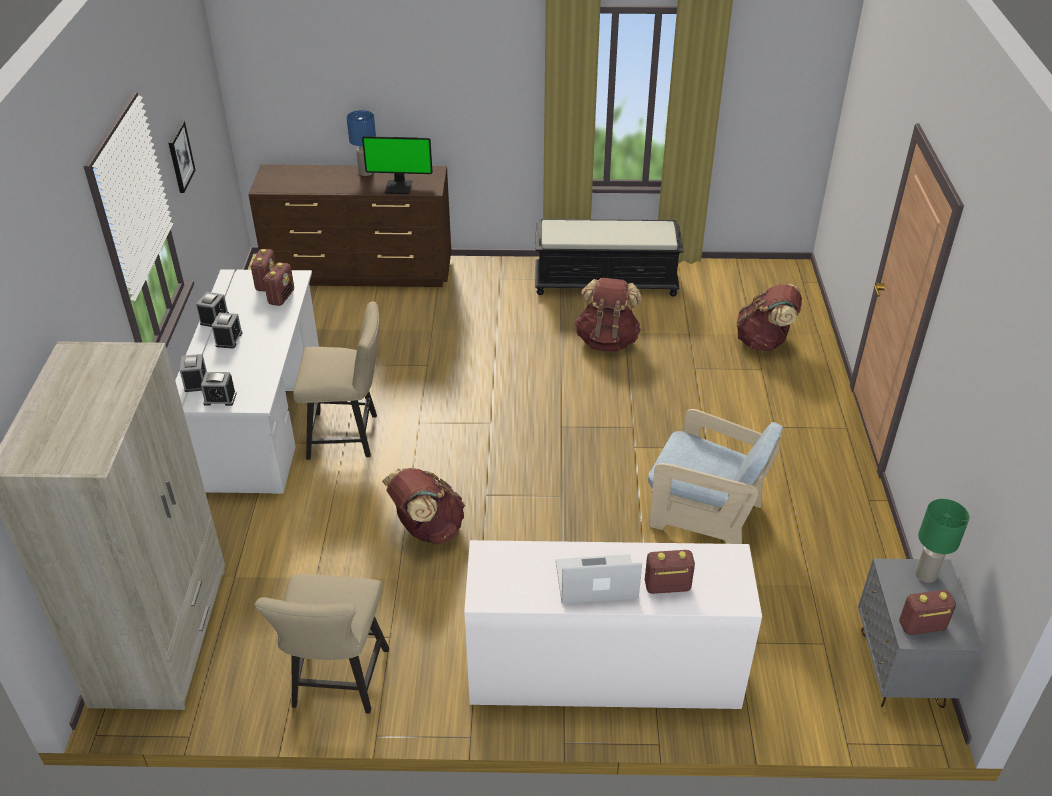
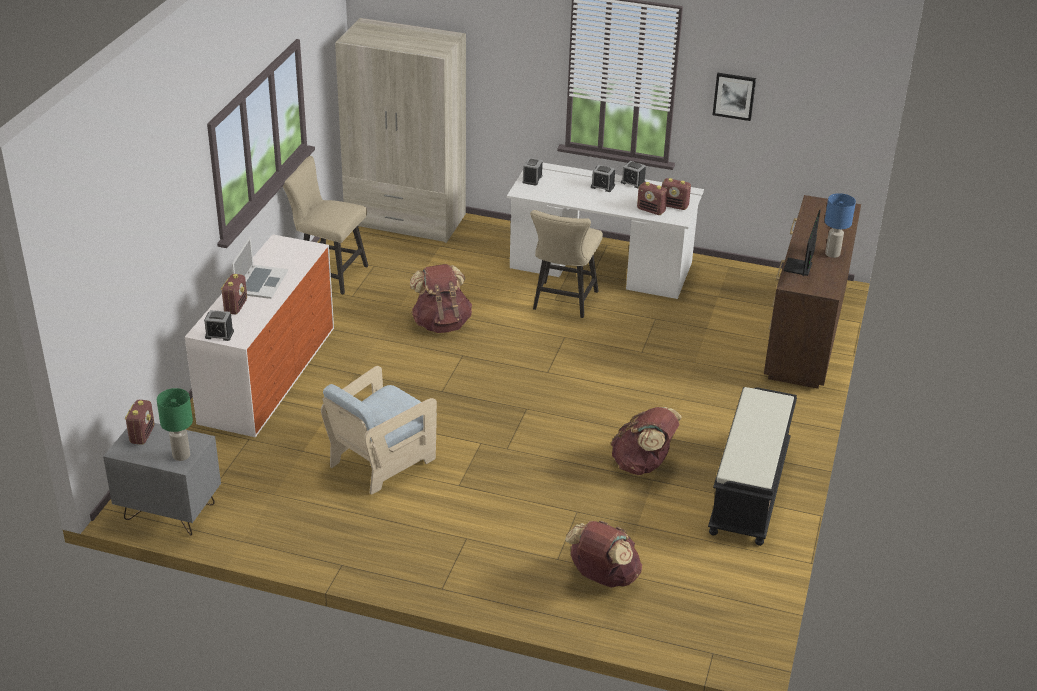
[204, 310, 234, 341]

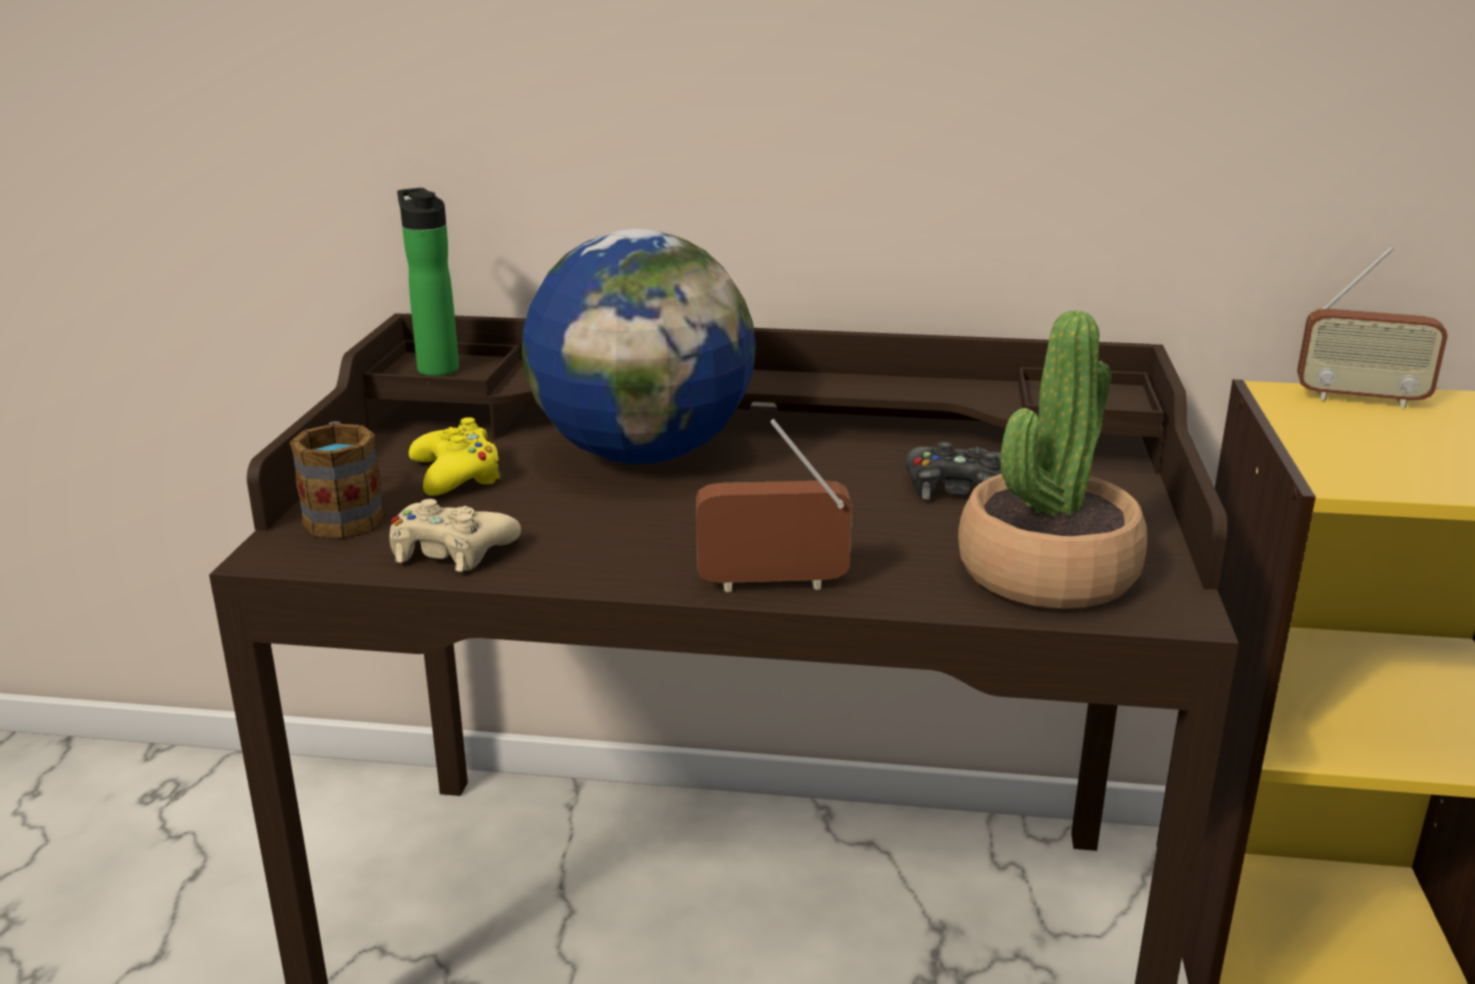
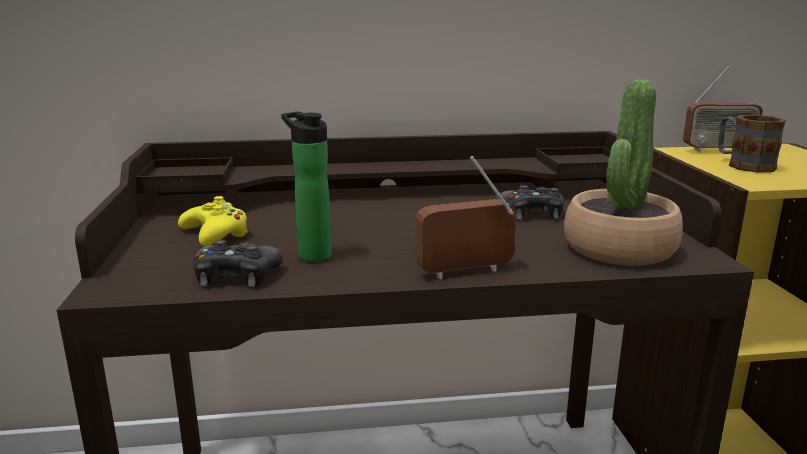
[718, 115, 786, 173]
[193, 240, 283, 287]
[281, 112, 332, 262]
[522, 229, 756, 464] (first image)

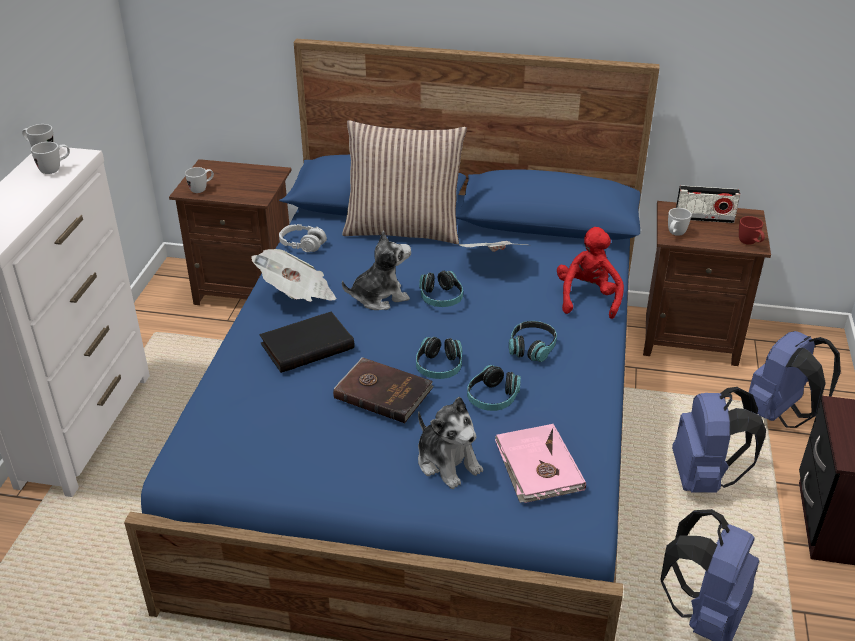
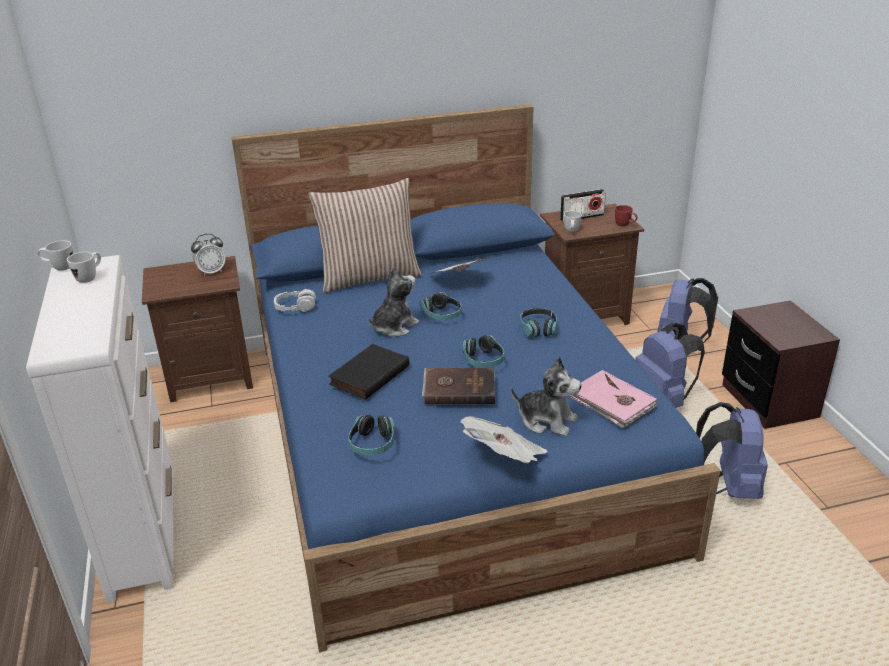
[185, 167, 214, 193] (first image)
[461, 416, 548, 464]
[348, 415, 395, 456]
[557, 227, 624, 319] (first image)
[191, 234, 225, 276]

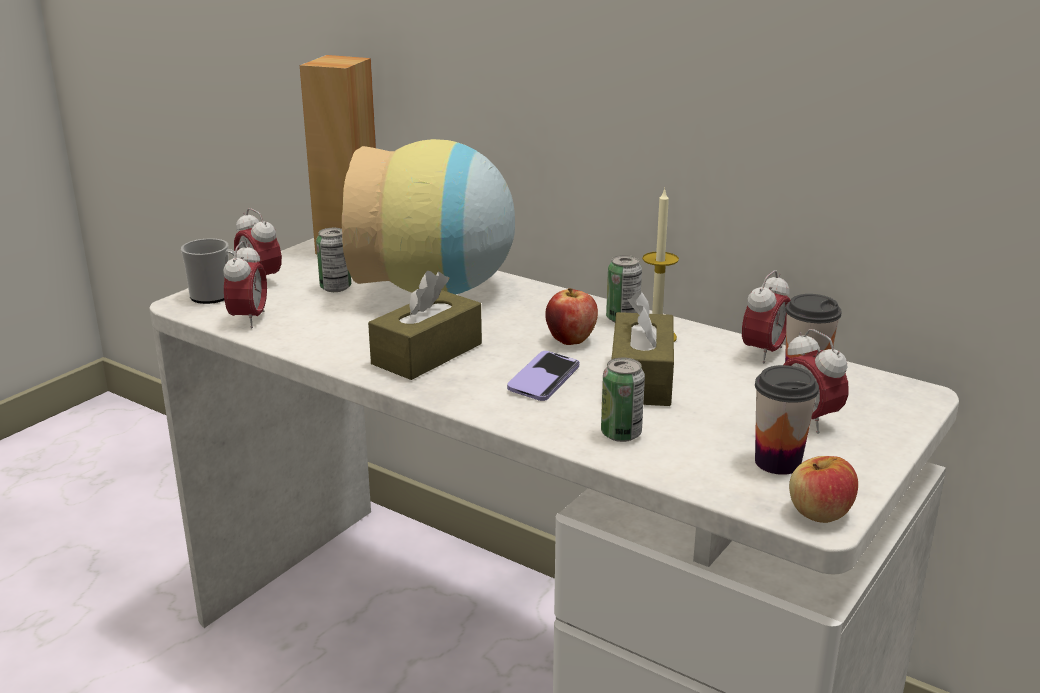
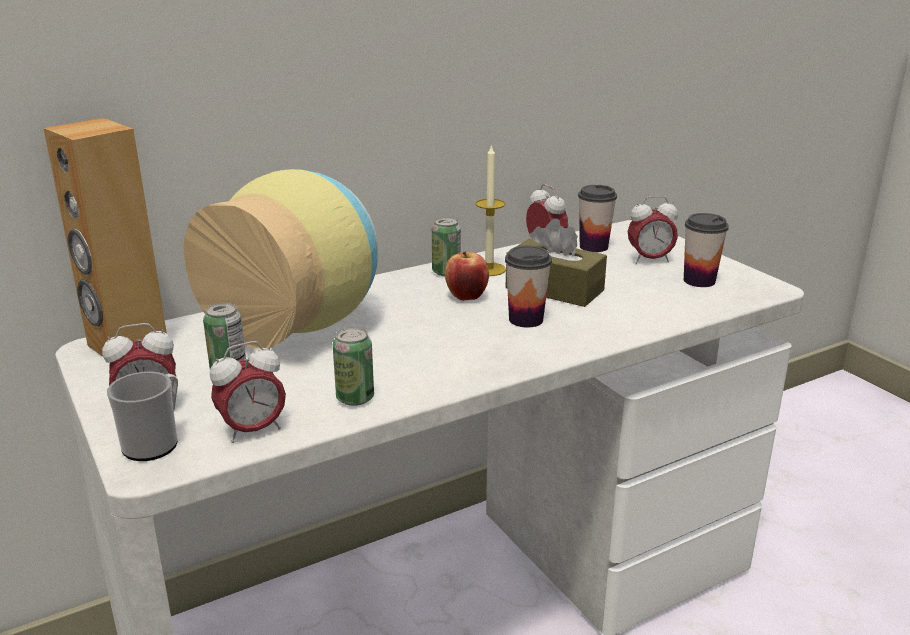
[210, 341, 286, 443]
[368, 271, 482, 380] (first image)
[505, 246, 552, 328]
[333, 327, 374, 406]
[789, 456, 858, 523] (first image)

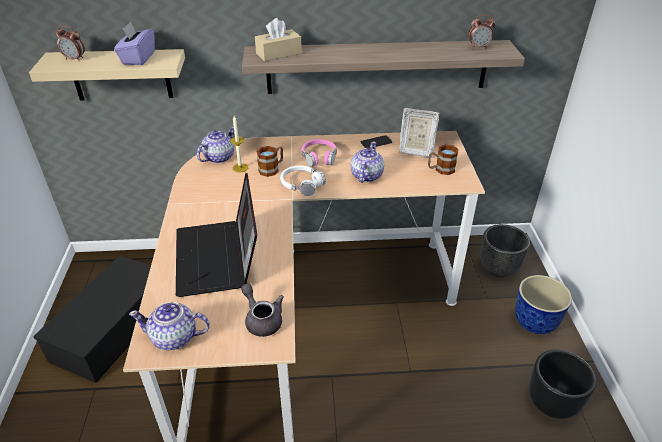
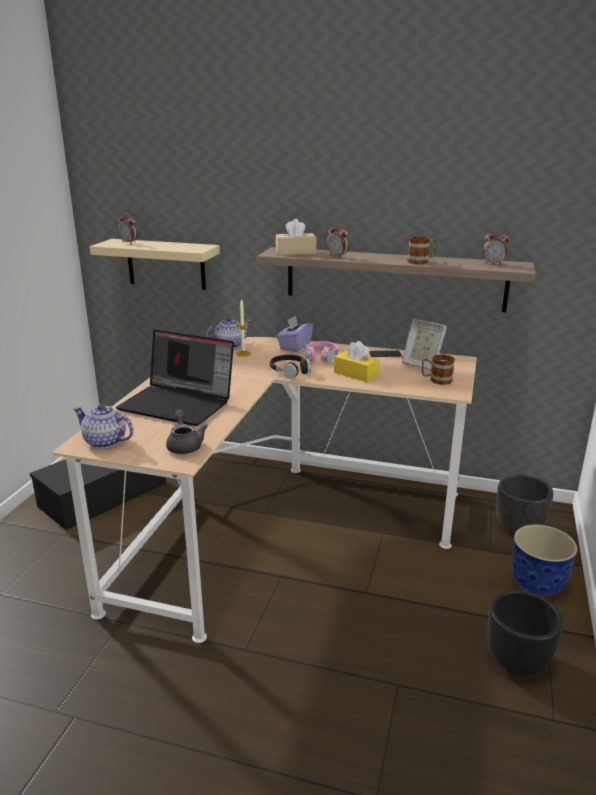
[277, 315, 313, 352]
[116, 330, 234, 426]
[407, 236, 437, 264]
[270, 355, 311, 379]
[334, 341, 380, 382]
[326, 224, 349, 258]

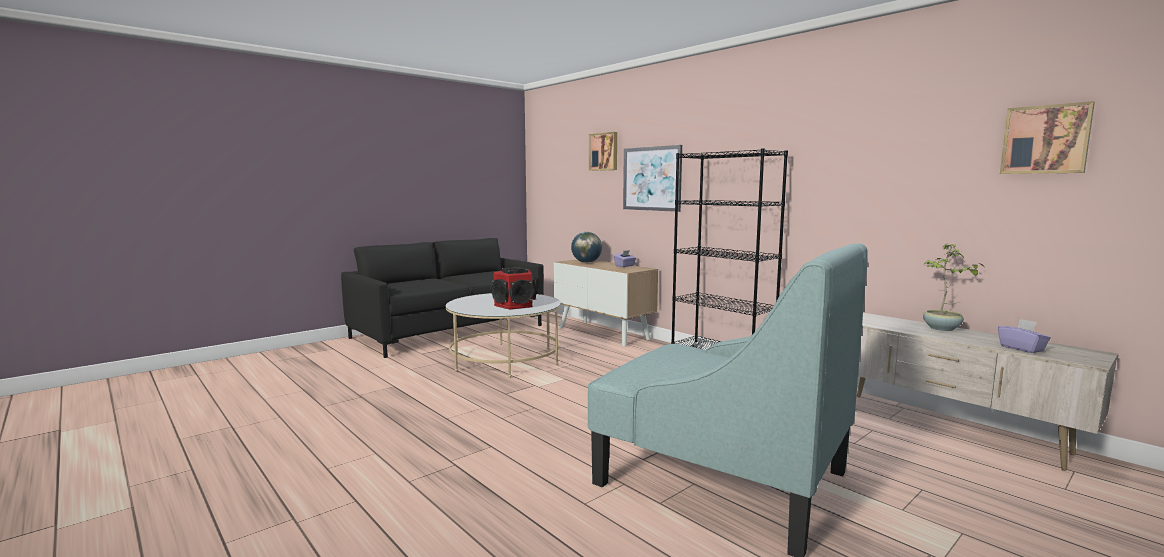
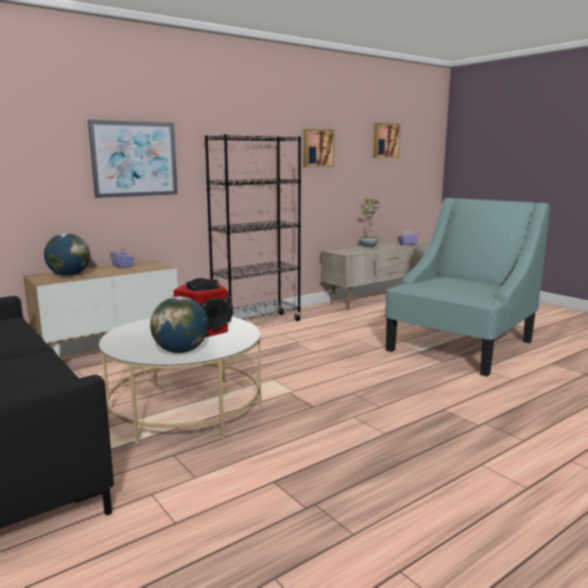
[303, 129, 335, 168]
[150, 296, 208, 353]

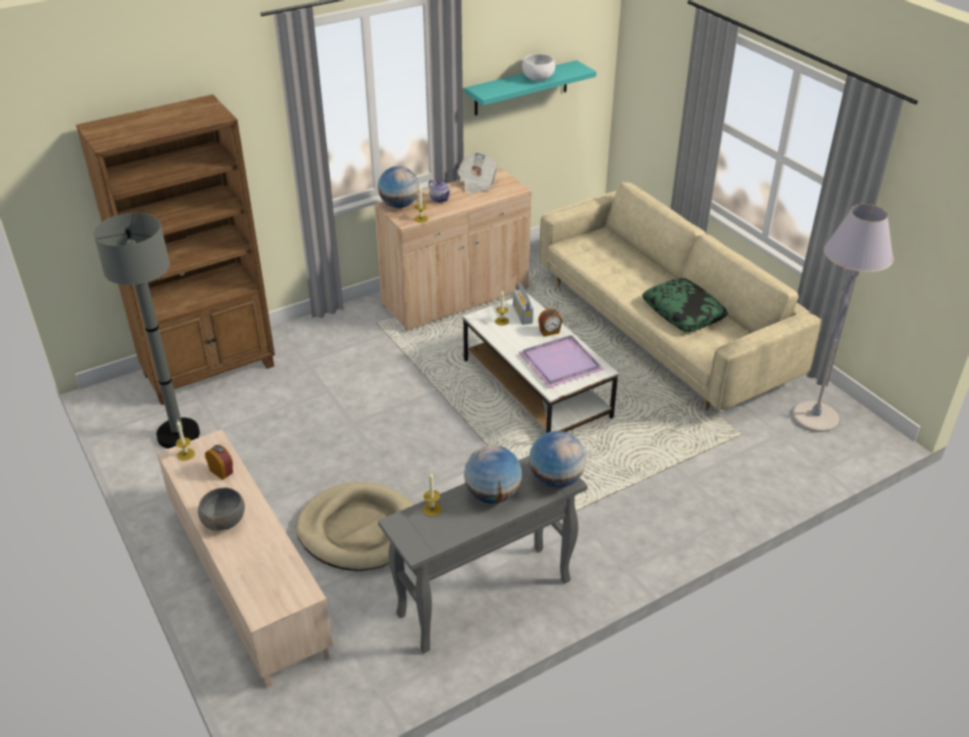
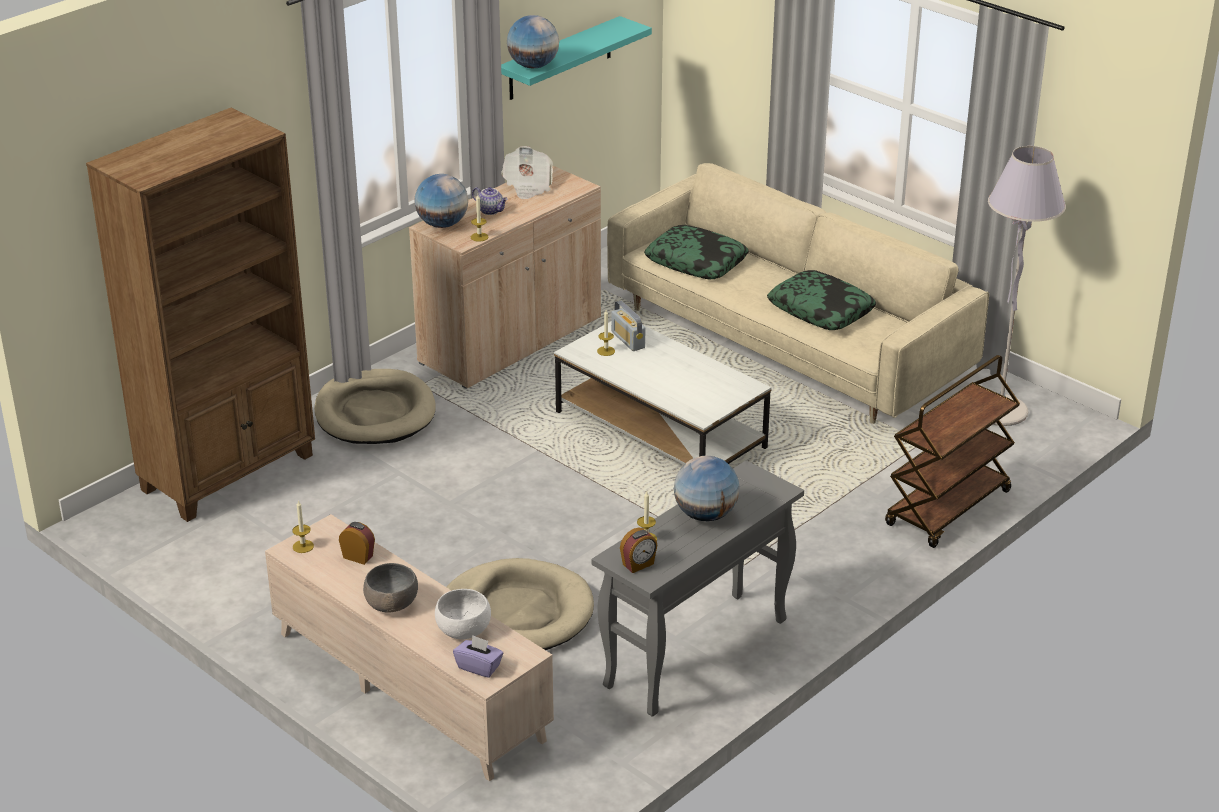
[94, 213, 200, 449] (first image)
[518, 335, 605, 388] (first image)
[435, 589, 491, 639]
[507, 15, 559, 68]
[620, 527, 657, 573]
[314, 369, 435, 444]
[453, 635, 504, 678]
[644, 225, 749, 279]
[885, 355, 1020, 548]

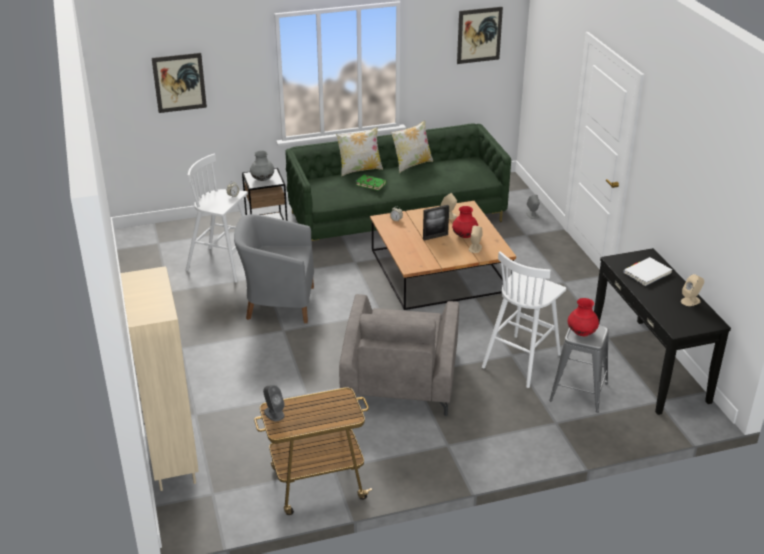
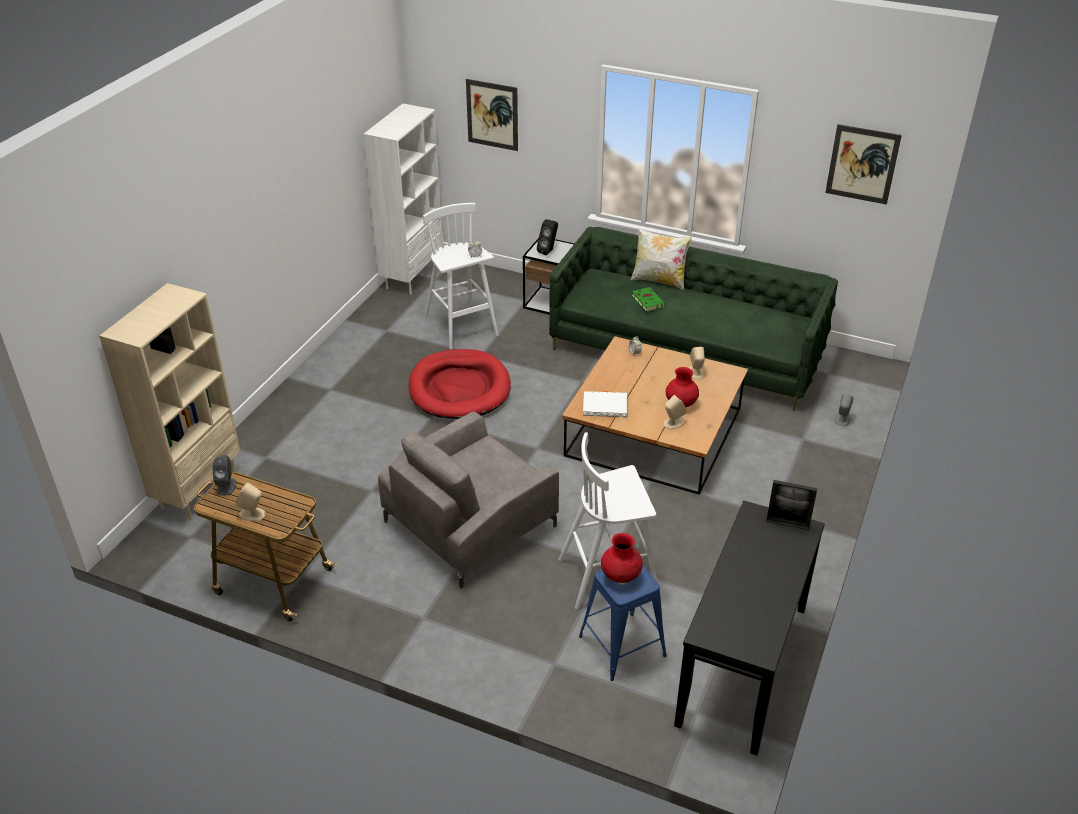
[409, 349, 511, 419]
[537, 219, 558, 255]
[391, 120, 433, 173] (first image)
[766, 480, 817, 530]
[579, 566, 667, 681]
[583, 391, 627, 417]
[235, 482, 266, 521]
[363, 103, 442, 295]

